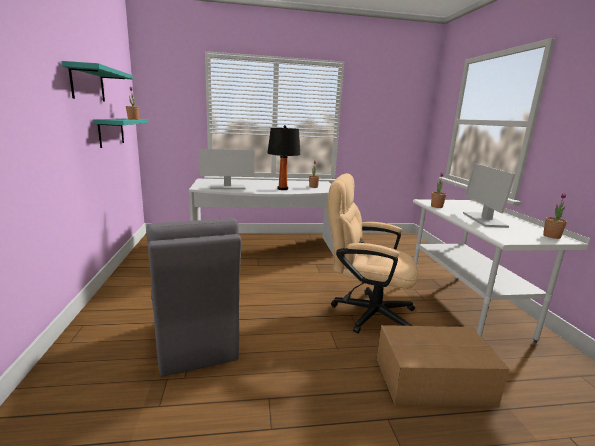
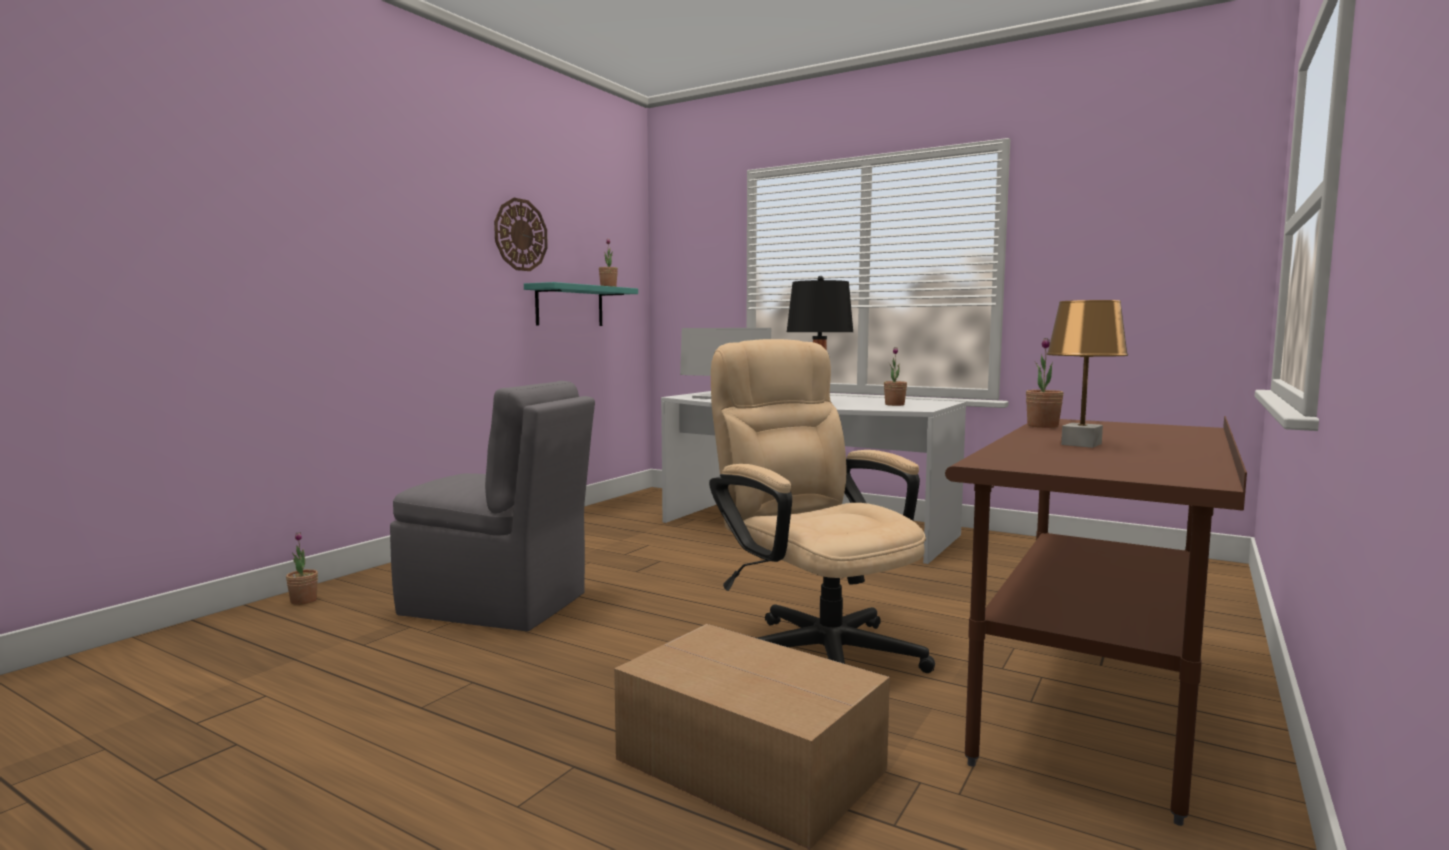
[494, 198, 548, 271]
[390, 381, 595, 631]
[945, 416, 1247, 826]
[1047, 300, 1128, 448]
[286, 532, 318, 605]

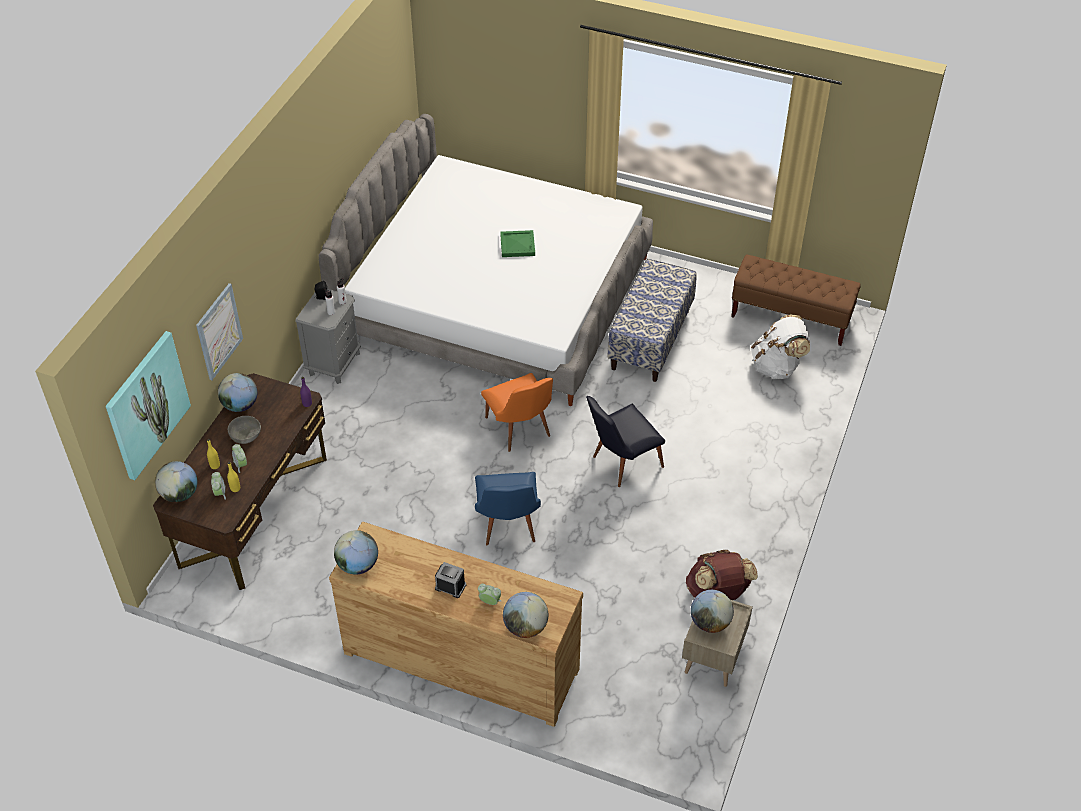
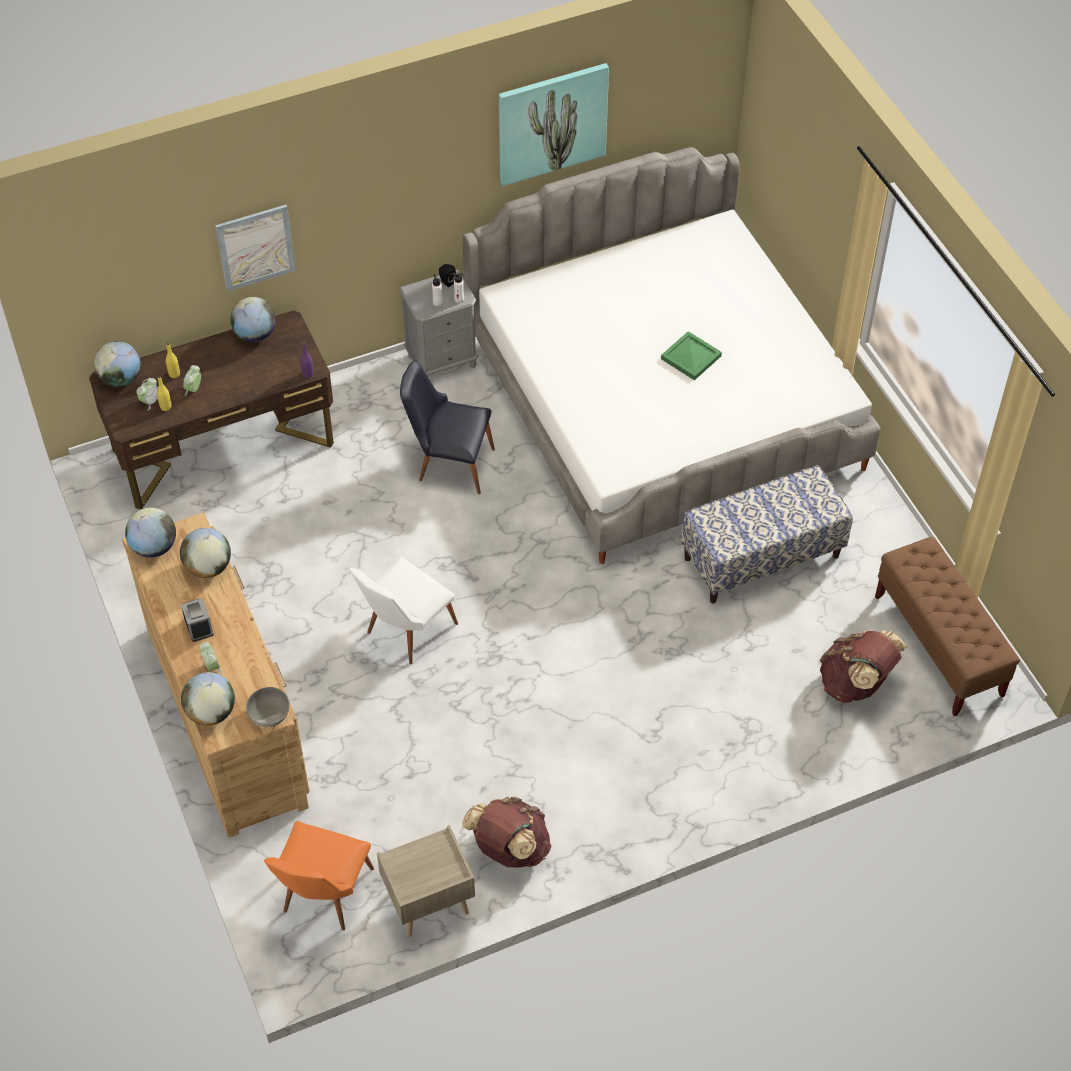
[499, 63, 609, 186]
[246, 687, 290, 727]
[349, 557, 458, 664]
[264, 821, 374, 931]
[400, 361, 495, 494]
[180, 528, 231, 578]
[820, 630, 907, 703]

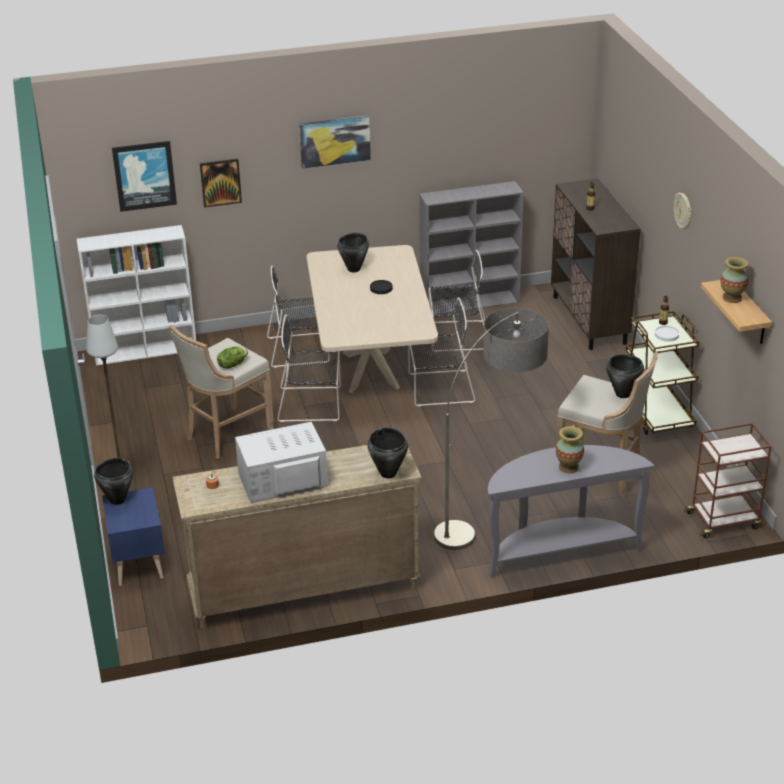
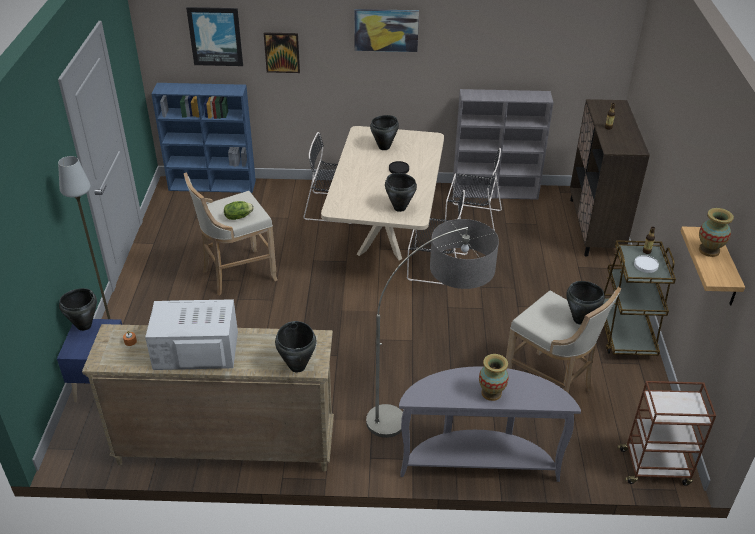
[151, 83, 256, 193]
[277, 314, 341, 422] (first image)
[673, 192, 691, 230] (first image)
[385, 173, 417, 212]

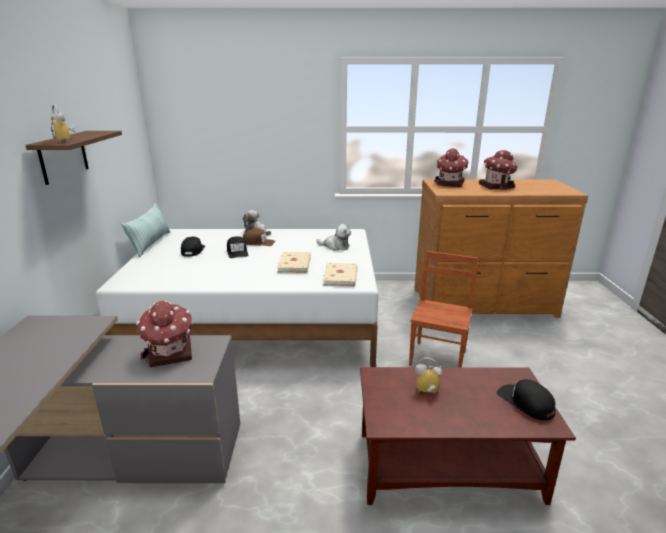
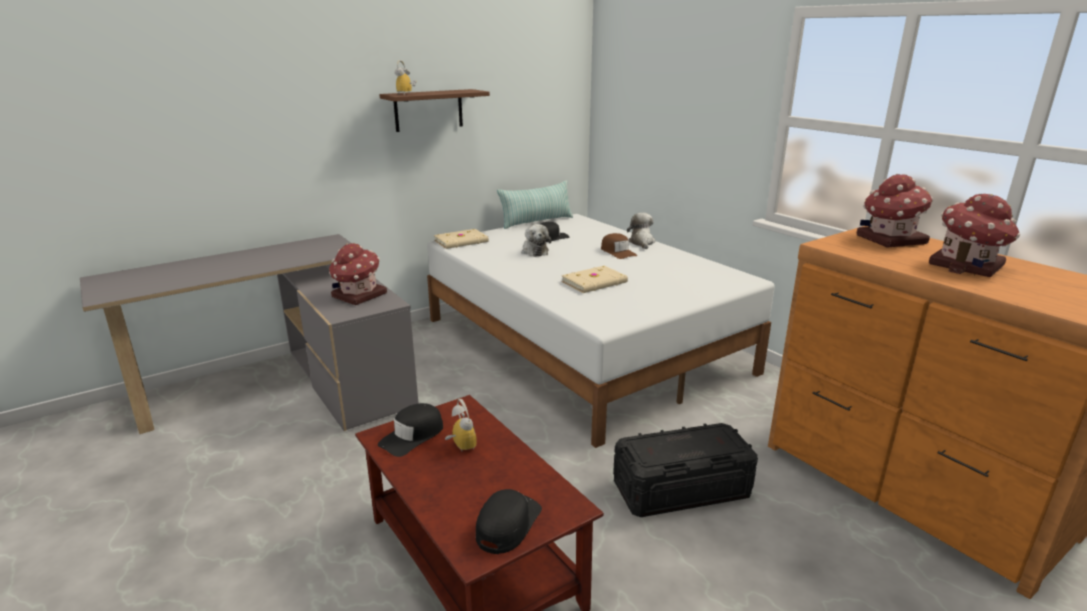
[378, 403, 443, 457]
[521, 224, 551, 257]
[434, 229, 489, 249]
[613, 423, 758, 517]

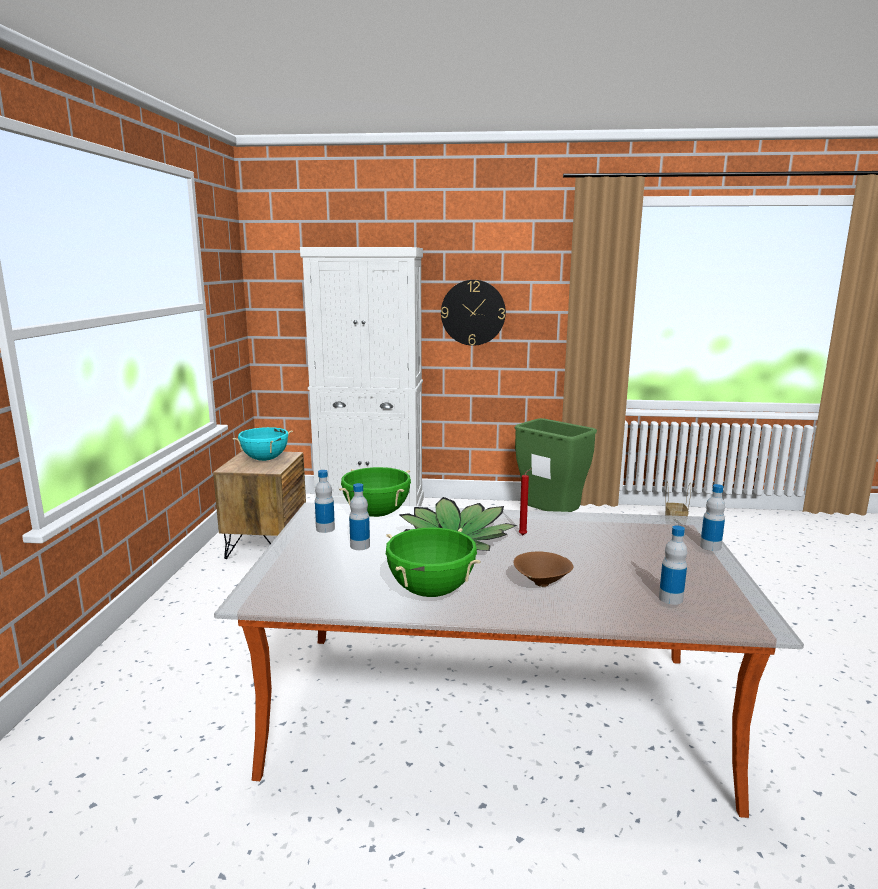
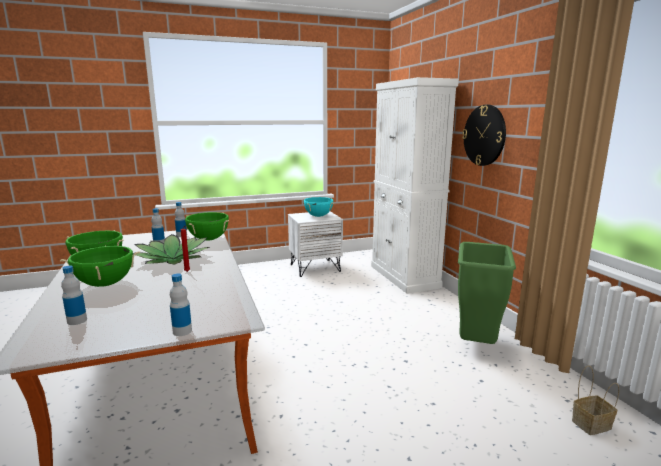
[288, 211, 343, 277]
[60, 245, 140, 287]

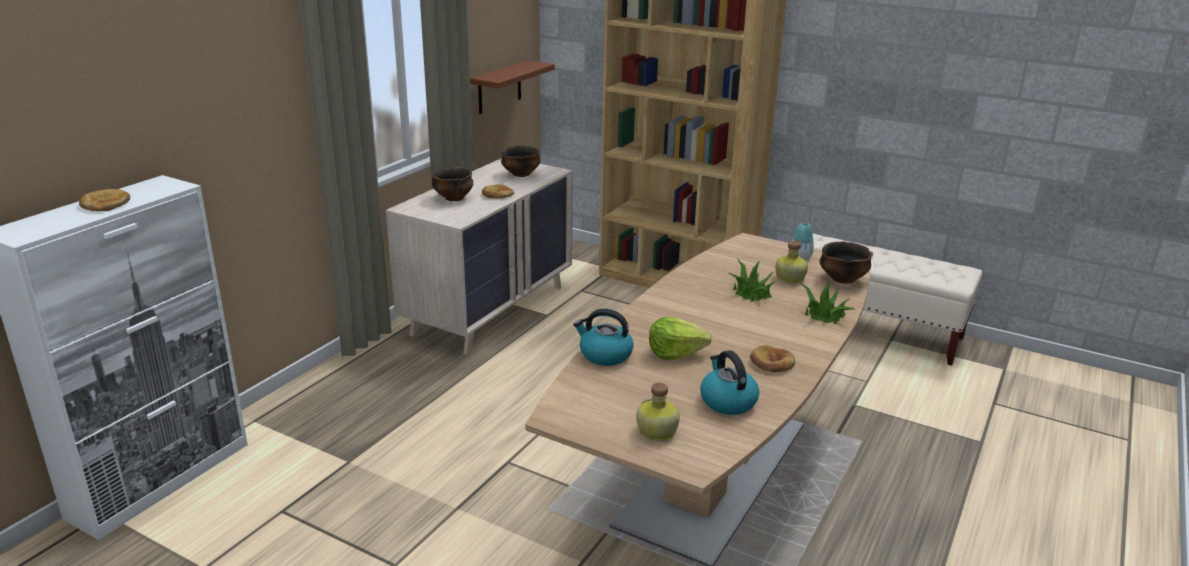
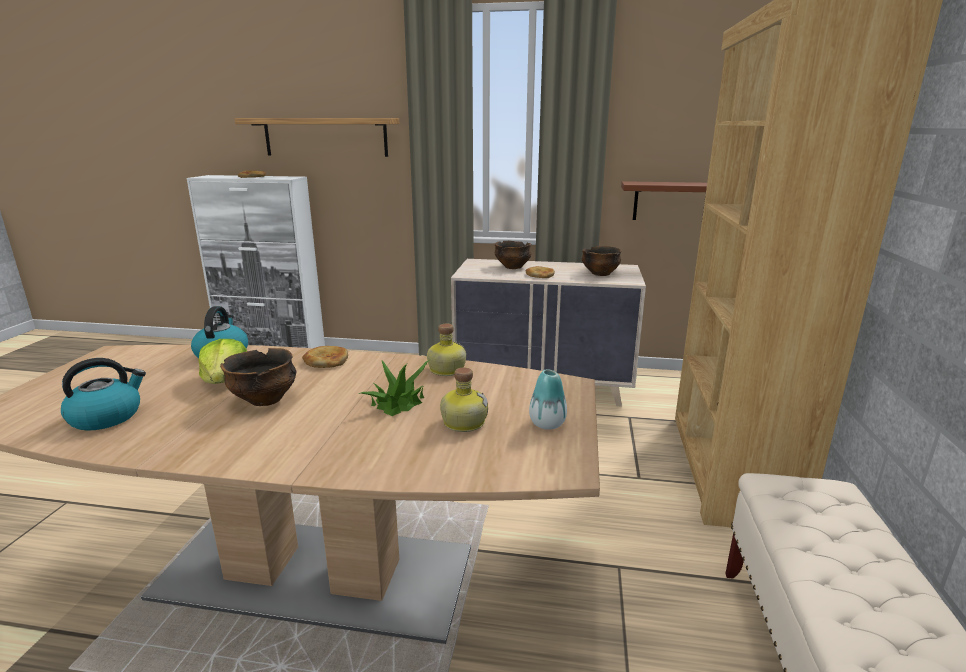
[427, 323, 466, 376]
[302, 346, 348, 368]
[799, 280, 857, 324] (first image)
[220, 348, 296, 406]
[234, 118, 399, 157]

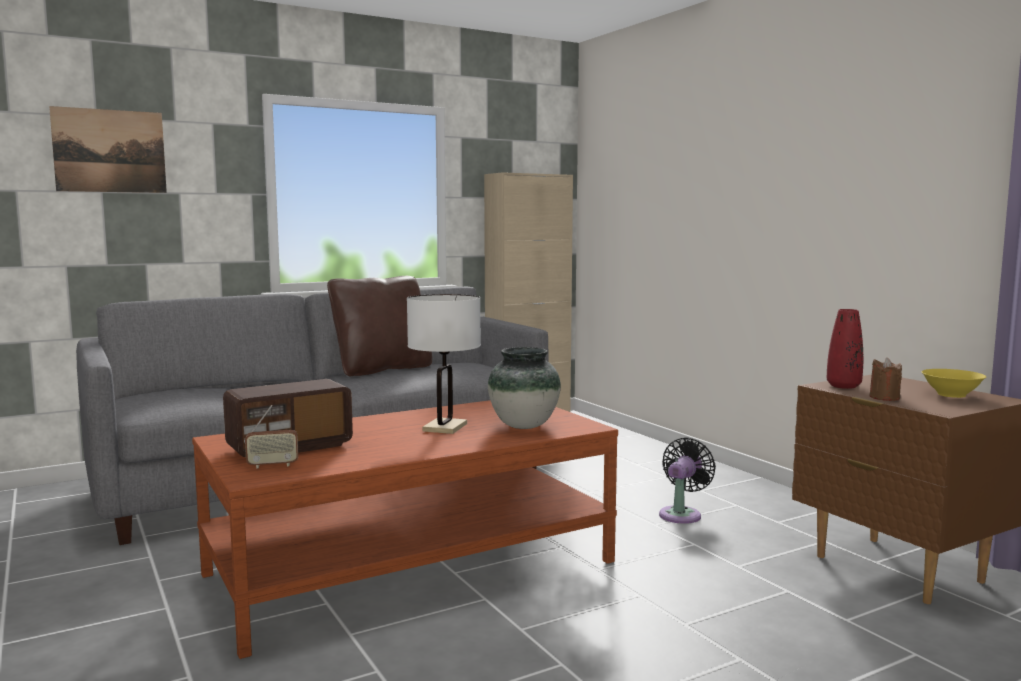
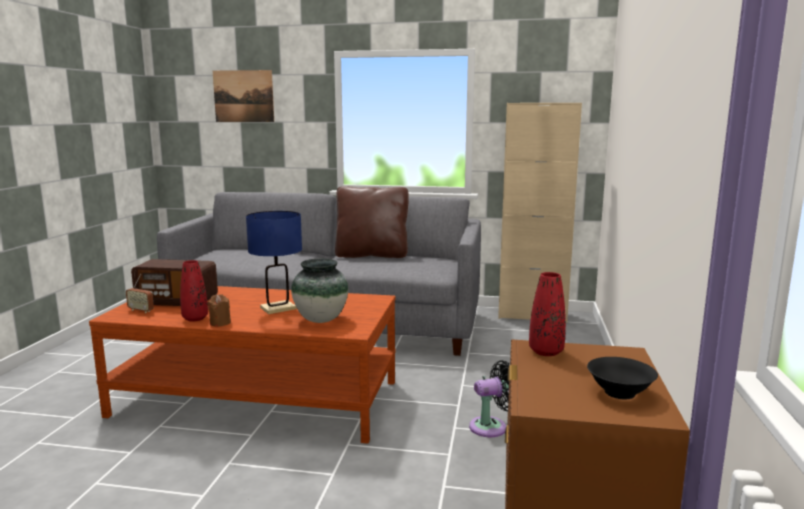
[246, 211, 302, 314]
[207, 294, 231, 327]
[587, 357, 658, 399]
[180, 260, 208, 322]

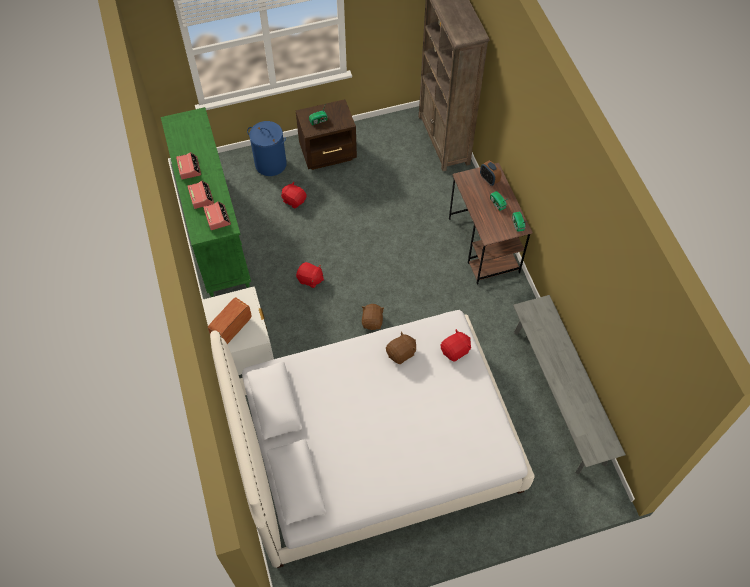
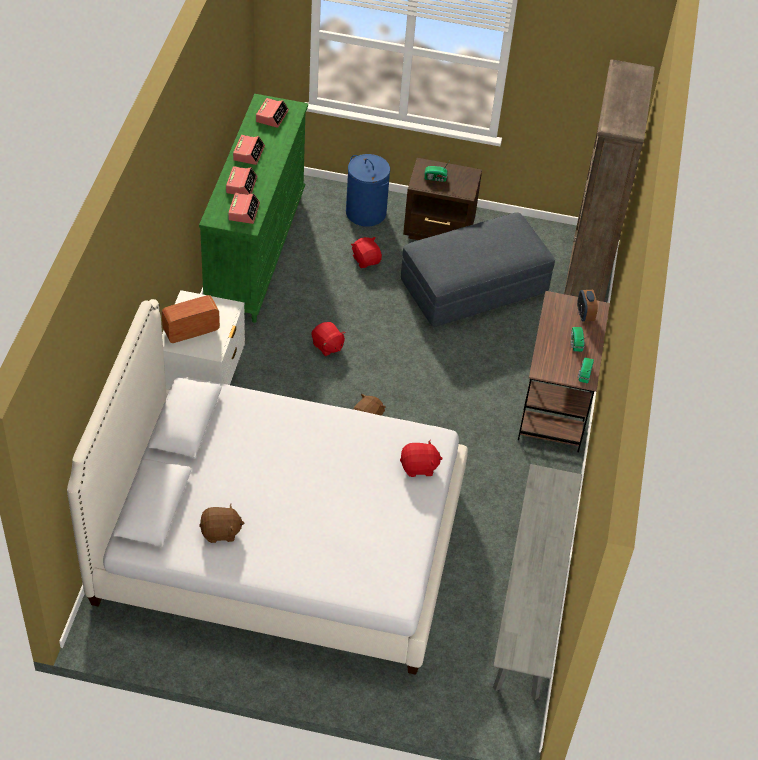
[199, 503, 244, 543]
[256, 98, 289, 128]
[401, 213, 555, 327]

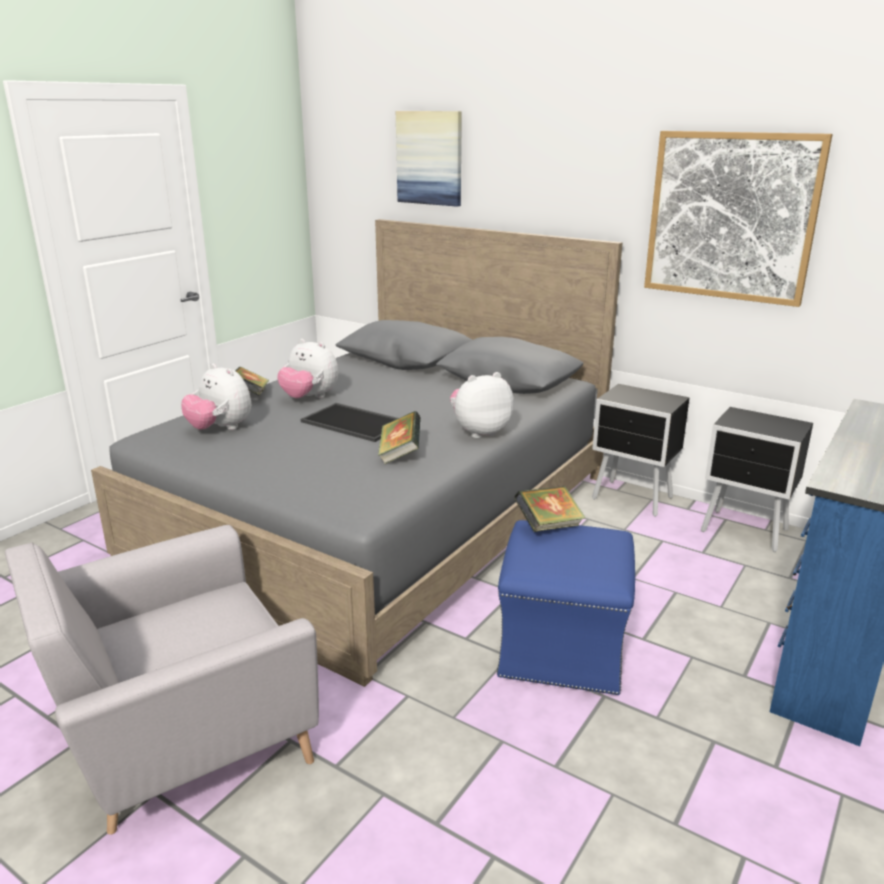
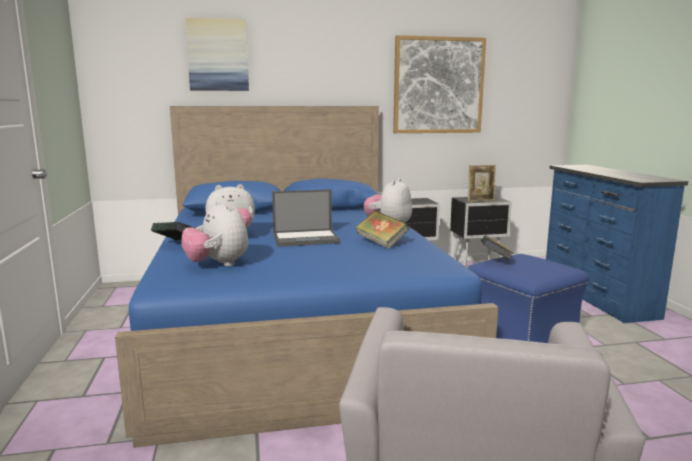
[115, 106, 498, 448]
[181, 200, 248, 266]
[272, 189, 341, 247]
[468, 165, 496, 202]

